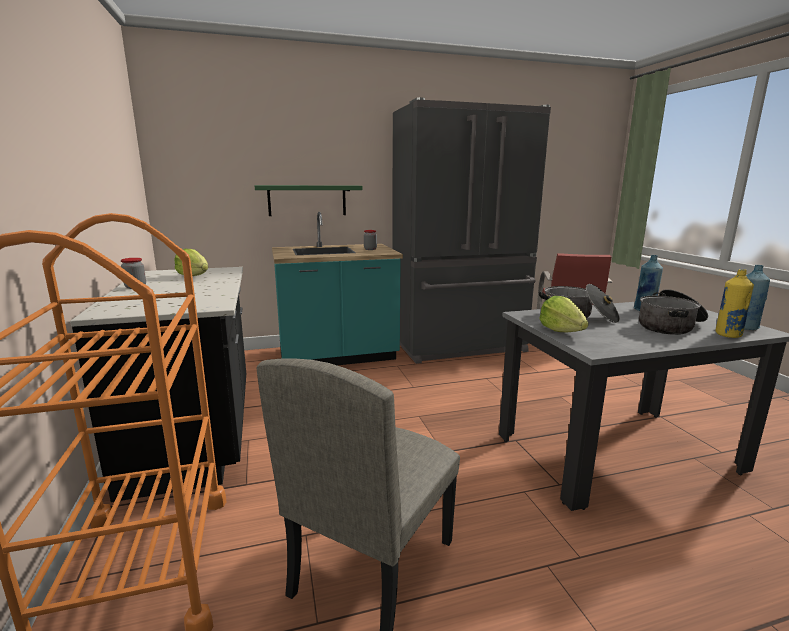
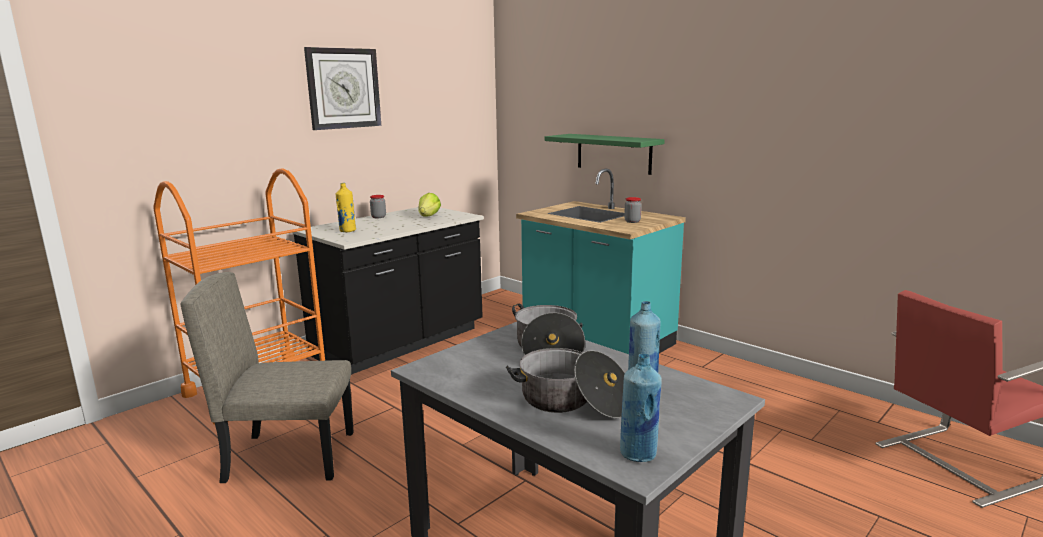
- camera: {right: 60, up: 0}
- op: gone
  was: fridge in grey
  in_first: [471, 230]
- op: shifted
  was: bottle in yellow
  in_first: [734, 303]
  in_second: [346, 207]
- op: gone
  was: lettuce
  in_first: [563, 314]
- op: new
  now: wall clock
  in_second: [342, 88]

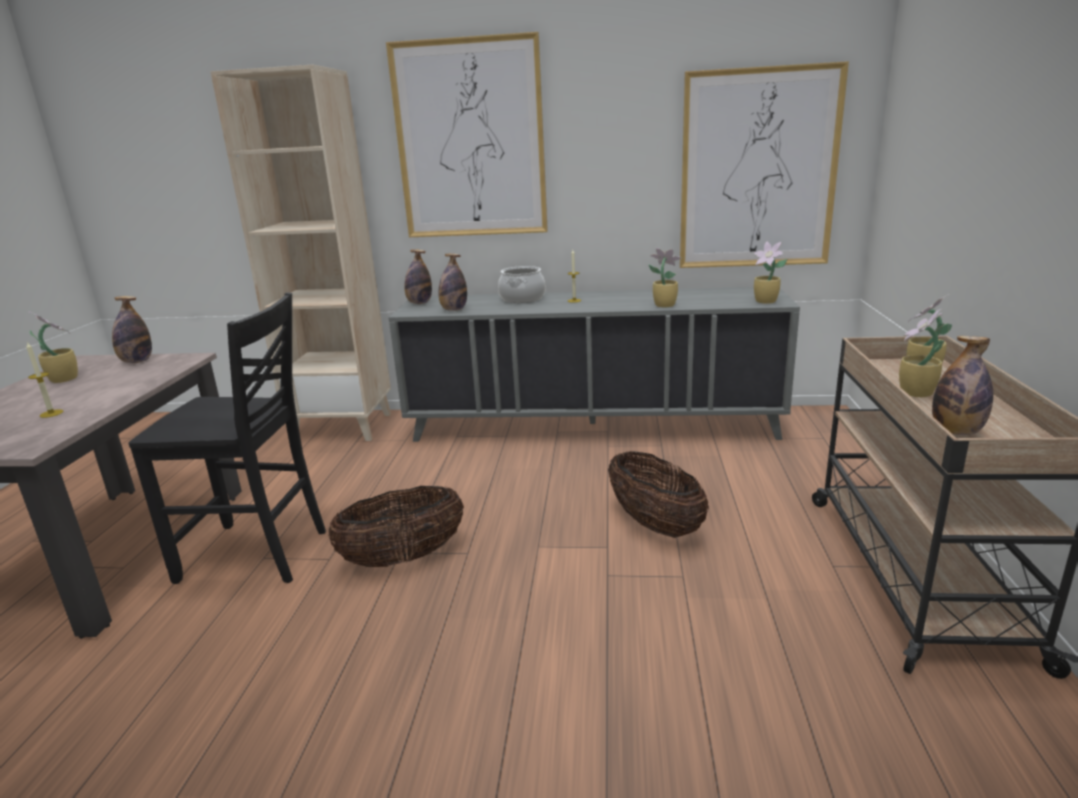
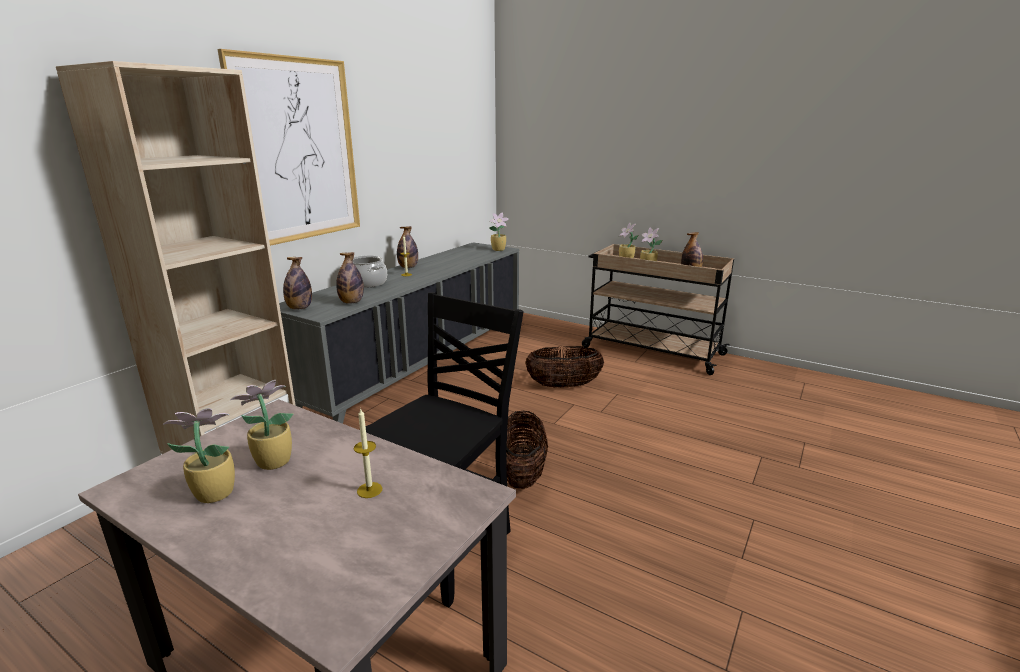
- camera: {right: -65, up: 0}
- op: gone
  was: picture
  in_first: [764, 164]
- op: shifted
  was: potted plant
  in_first: [665, 277]
  in_second: [261, 425]
- op: shifted
  was: bottle
  in_first: [132, 329]
  in_second: [407, 247]

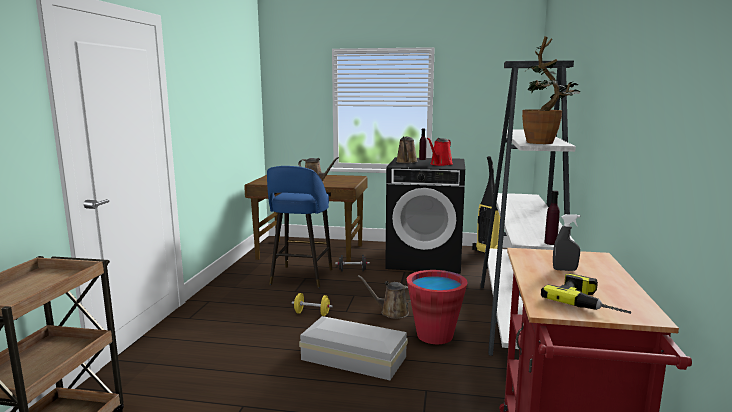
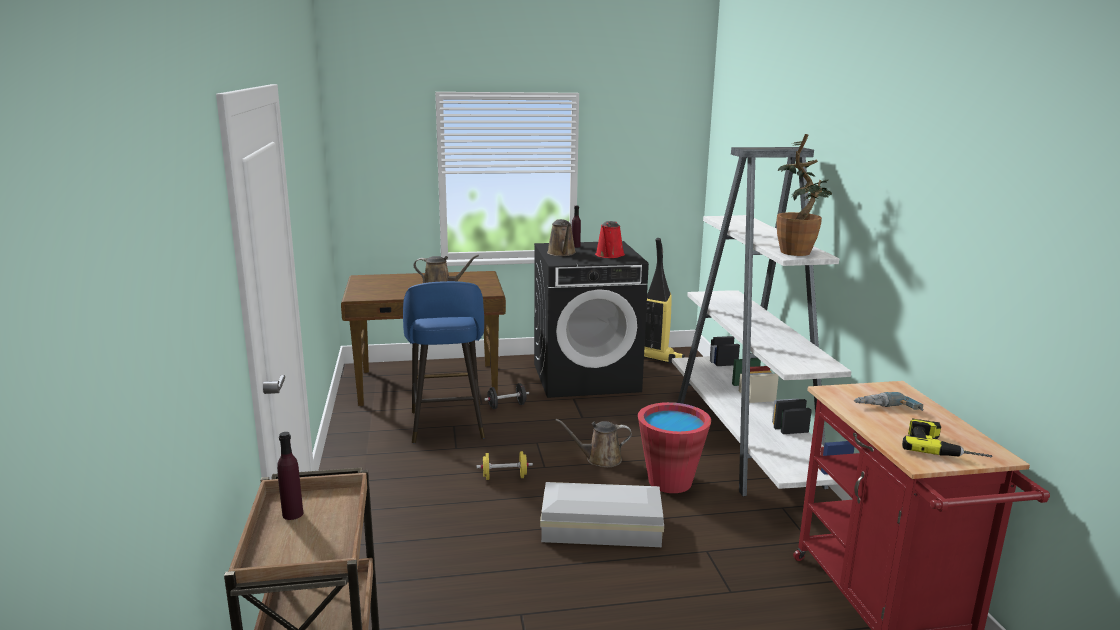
- camera: {right: -20, up: 5}
- op: shifted
  was: bottle in purple
  in_first: [552, 217]
  in_second: [290, 476]
- op: swapped
  was: spray bottle in grey
  now: power drill
  in_first: [566, 242]
  in_second: [888, 401]

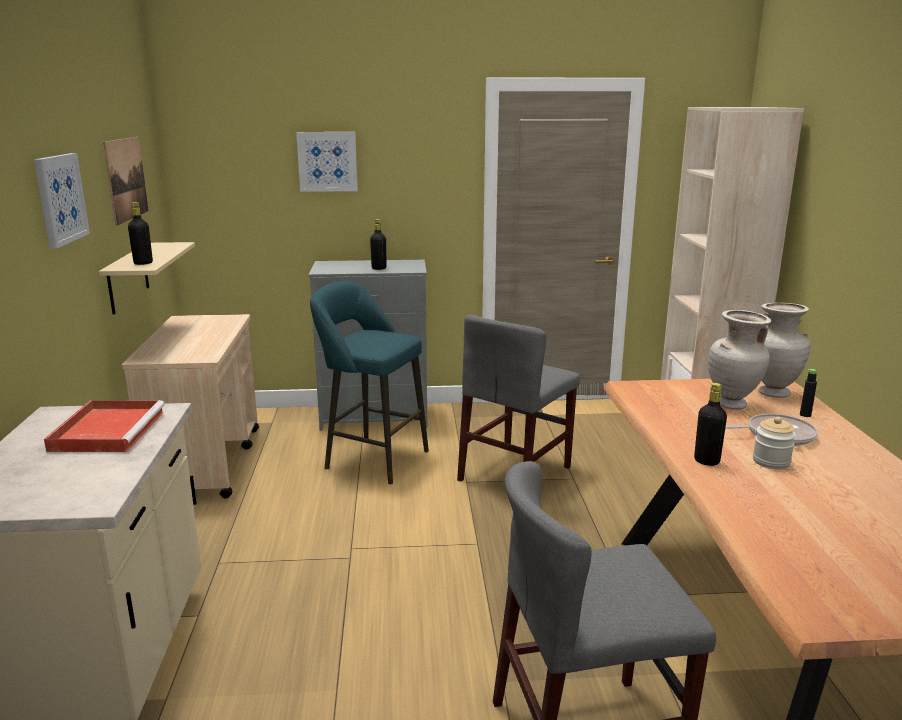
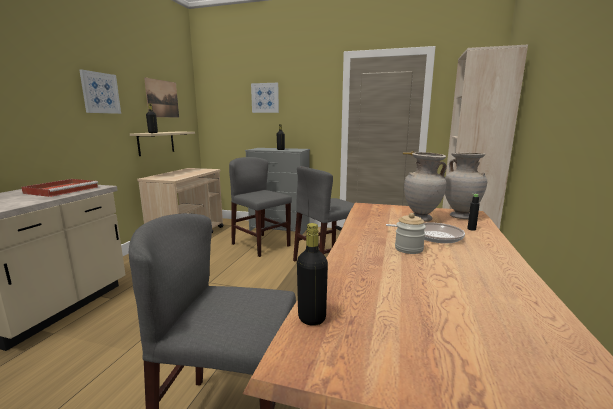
- camera: {right: 20, up: -5}
- op: swapped
  was: stool in turquoise
  now: chair in grey
  in_first: [369, 382]
  in_second: [260, 207]
- op: shifted
  was: bottle in black
  in_first: [710, 424]
  in_second: [312, 274]

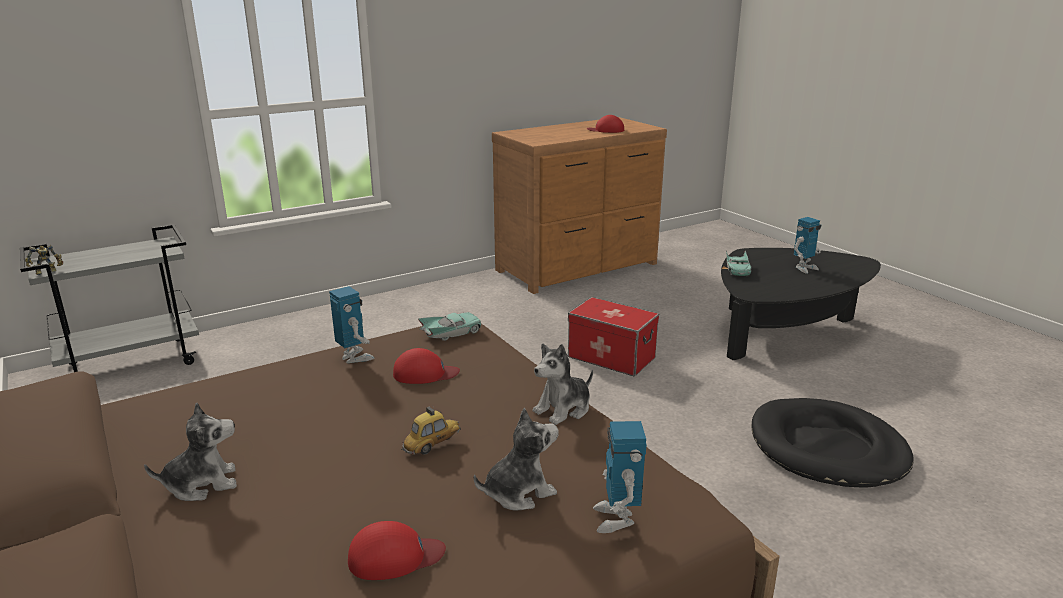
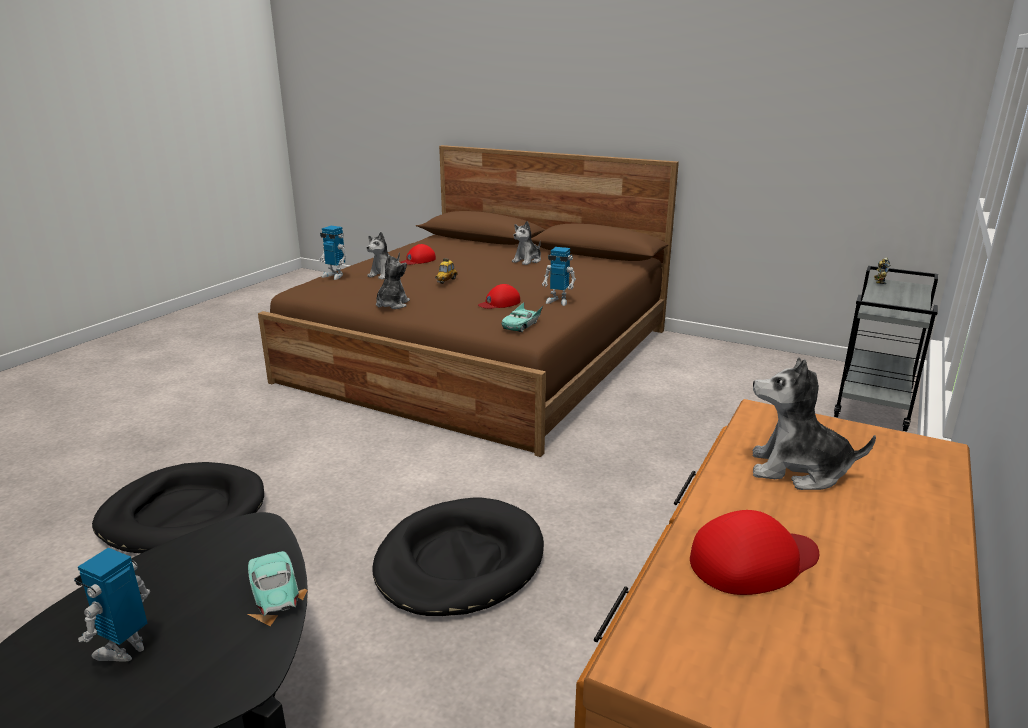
- camera: {right: 150, up: 0}
- op: swapped
  was: storage box
  now: dog bed in black
  in_first: [613, 336]
  in_second: [458, 556]
- op: rotated
  was: toy robot
  in_first: [620, 477]
  in_second: [333, 253]
  clockwise: 150
- op: new
  now: plush toy
  in_second: [814, 423]

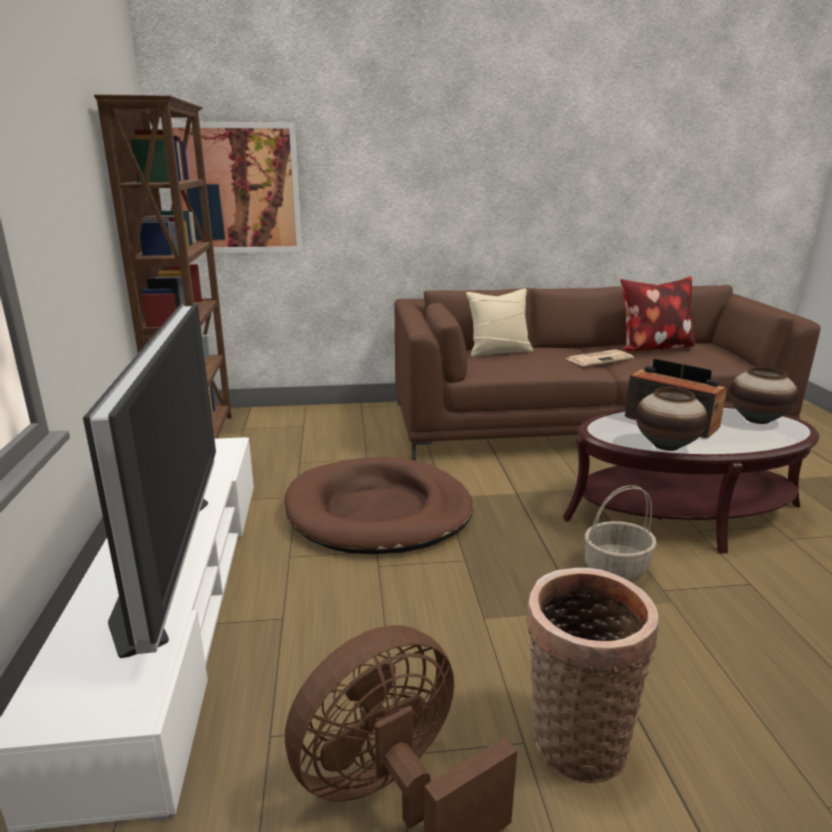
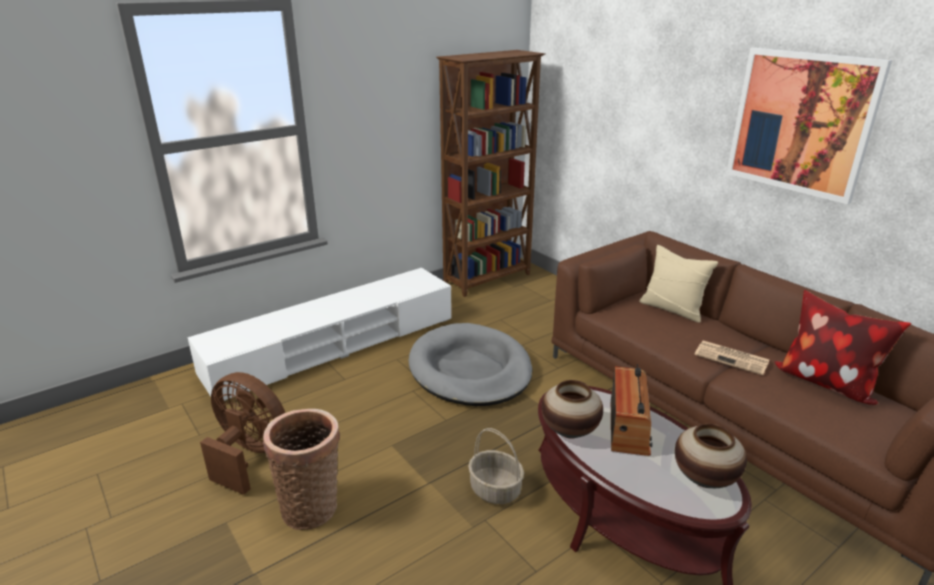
- camera: {right: 60, up: 5}
- op: shifted
  was: picture
  in_first: [237, 187]
  in_second: [809, 126]
- op: gone
  was: television
  in_first: [149, 480]
- op: repainted
  was: dog bed in brown
  now: dog bed in grey
  in_first: [378, 505]
  in_second: [471, 364]

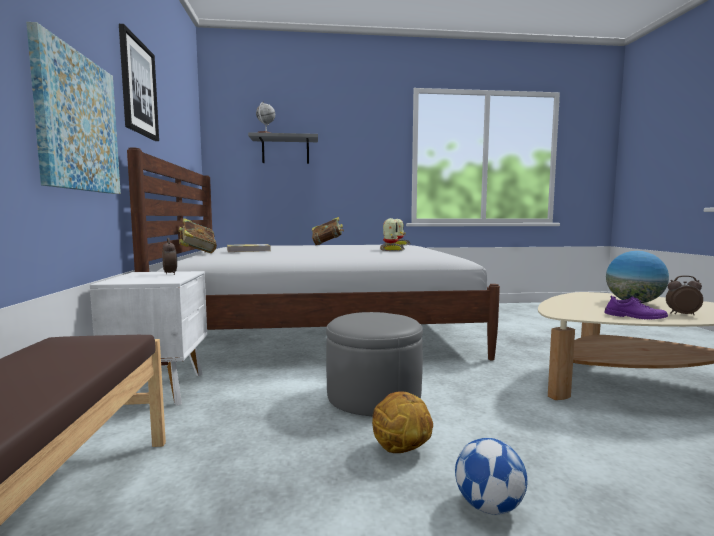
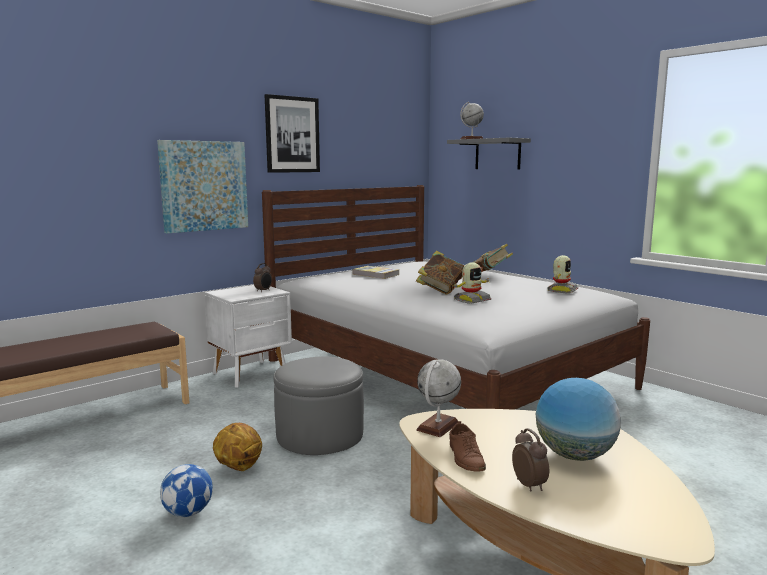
- camera: {right: 55, up: 5}
- op: shifted
  was: book
  in_first: [198, 235]
  in_second: [440, 273]
- op: repainted
  was: shoe in purple
  now: shoe in brown
  in_first: [636, 308]
  in_second: [467, 446]
- op: new
  now: globe
  in_second: [438, 398]

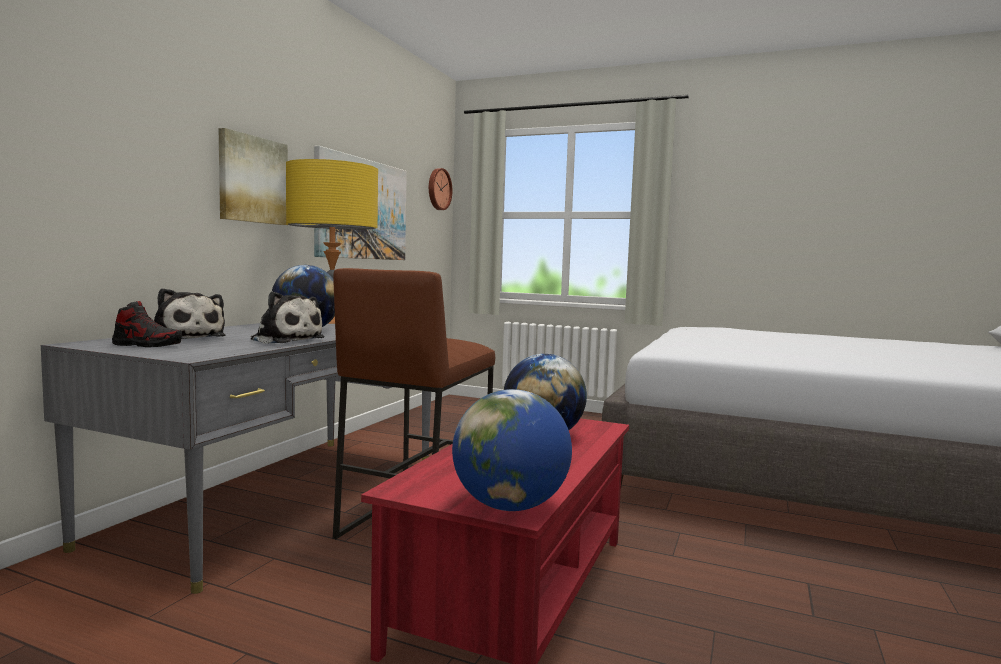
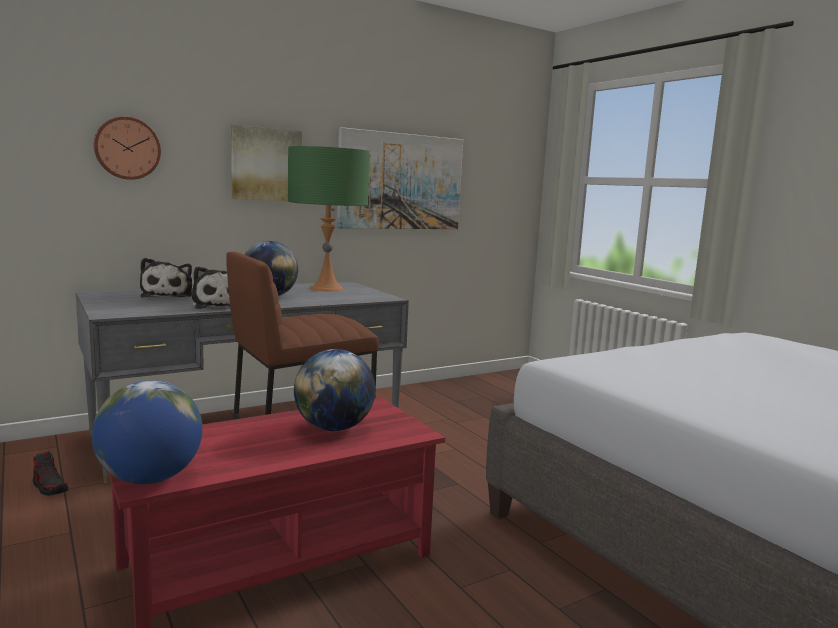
- camera: {right: 35, up: 5}
- op: repainted
  was: table lamp in yellow
  now: table lamp in green
  in_first: [332, 241]
  in_second: [329, 219]
- op: shifted
  was: wall clock
  in_first: [440, 189]
  in_second: [127, 148]
- op: shifted
  was: shoe
  in_first: [147, 324]
  in_second: [50, 473]

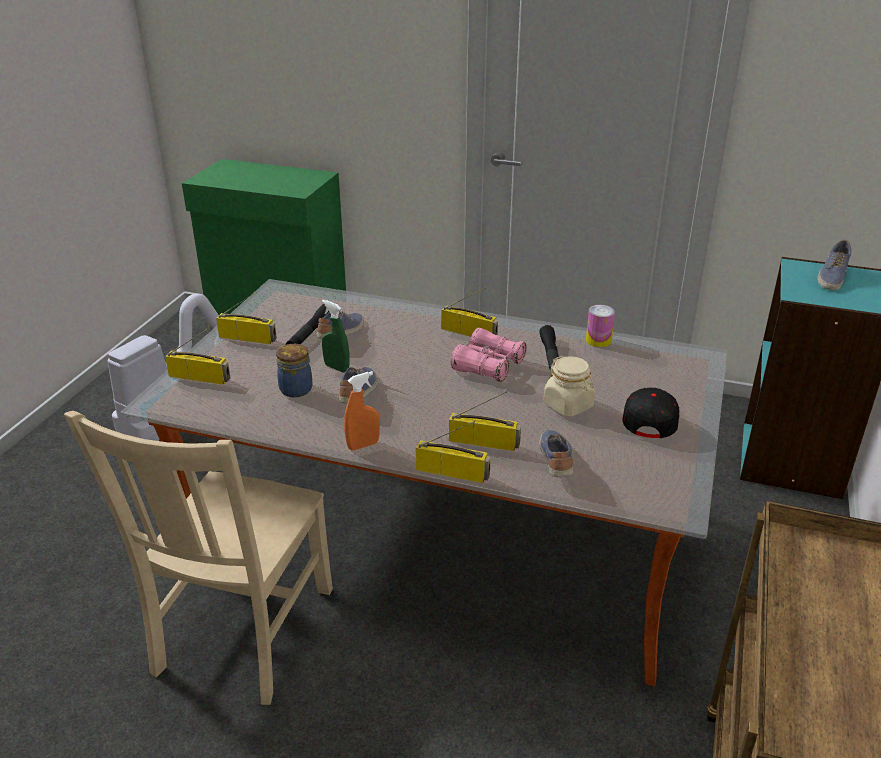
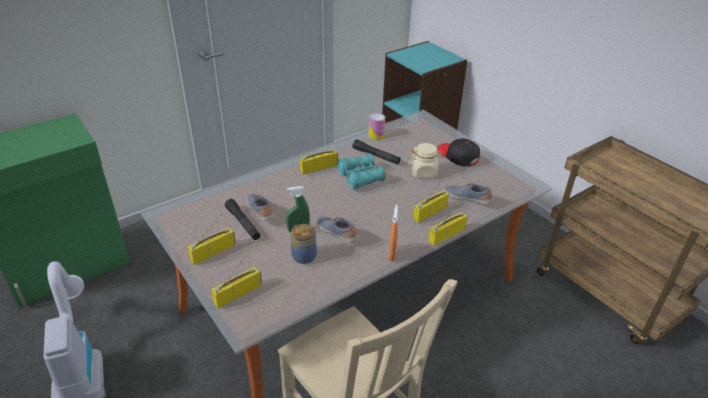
- camera: {right: -55, up: 5}
- op: gone
  was: shoe
  in_first: [834, 265]
- op: repainted
  was: binoculars in pink
  now: binoculars in turquoise
  in_first: [488, 355]
  in_second: [361, 171]

